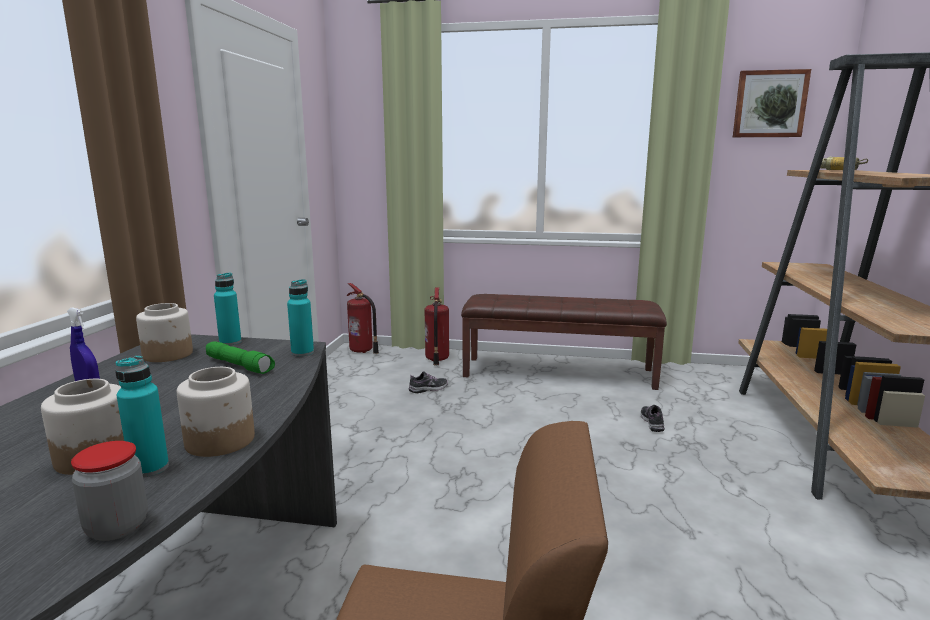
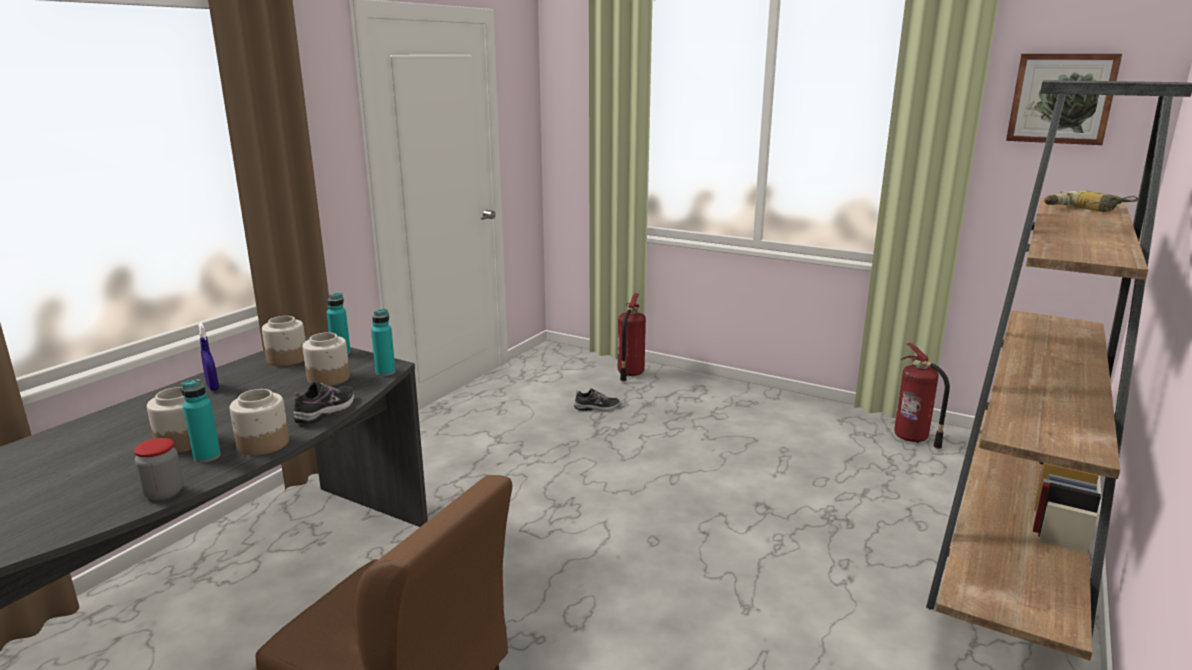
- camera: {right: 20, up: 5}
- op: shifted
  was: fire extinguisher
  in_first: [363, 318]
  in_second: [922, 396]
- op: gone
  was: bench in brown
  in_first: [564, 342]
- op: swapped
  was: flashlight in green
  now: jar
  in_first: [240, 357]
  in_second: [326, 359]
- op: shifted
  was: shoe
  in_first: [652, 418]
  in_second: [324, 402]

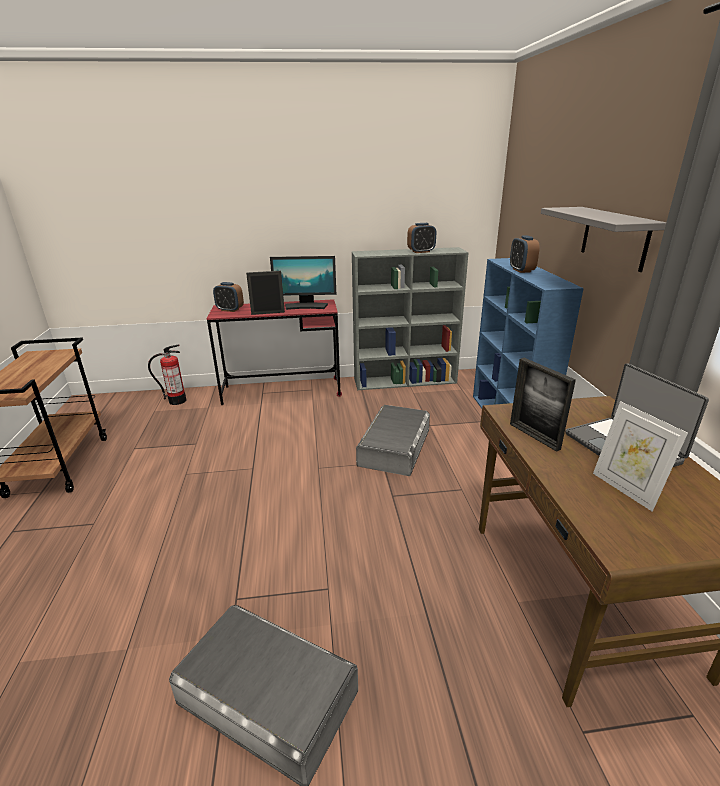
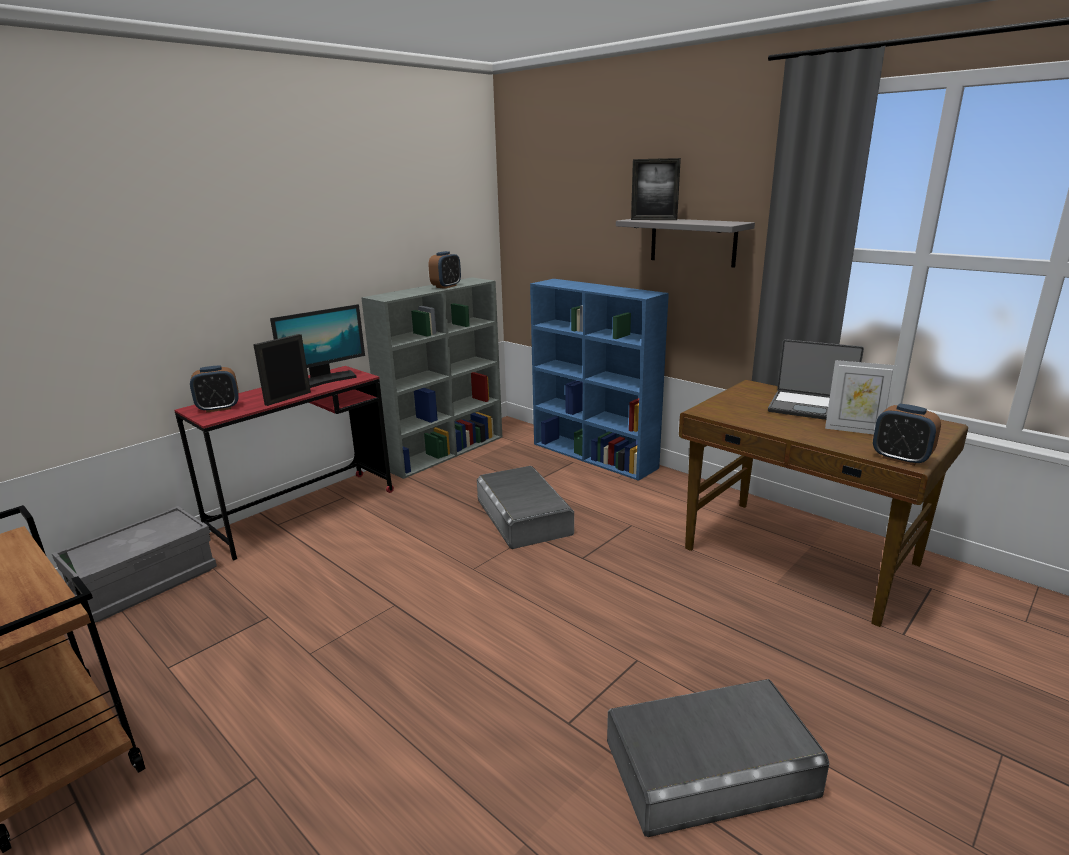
- camera: {right: -40, up: -5}
- op: shifted
  was: alarm clock
  in_first: [525, 254]
  in_second: [907, 435]
- op: swapped
  was: fire extinguisher
  now: storage box in grey
  in_first: [167, 374]
  in_second: [134, 564]
- op: shifted
  was: picture frame
  in_first: [543, 405]
  in_second: [656, 189]

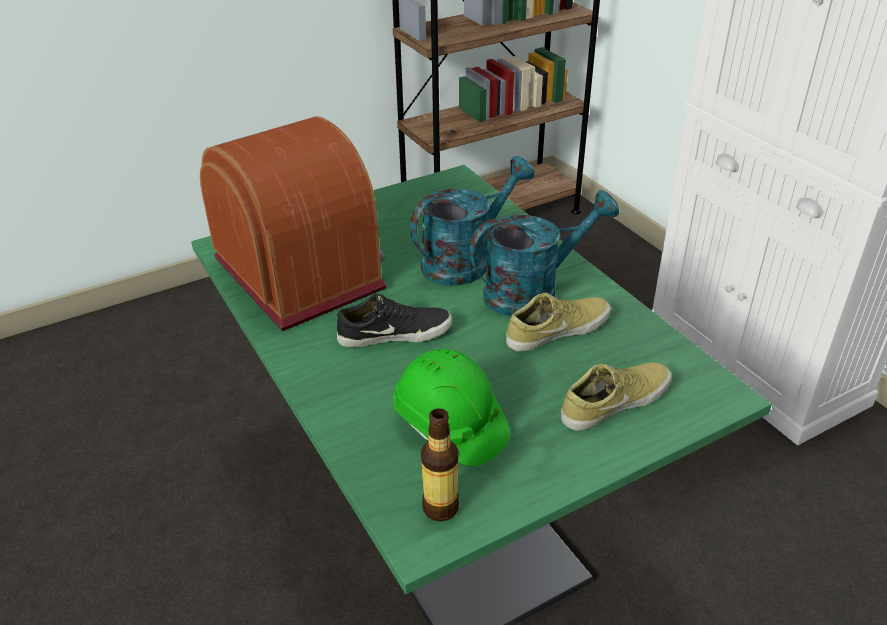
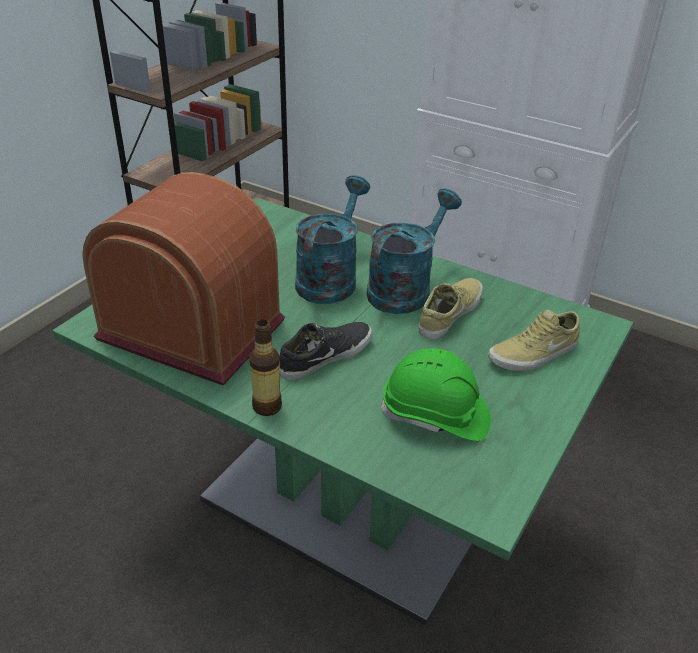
- camera: {right: -30, up: 0}
- op: rotated
  was: shoe in beige
  in_first: [616, 397]
  in_second: [534, 340]
  clockwise: -150
- op: shifted
  was: bottle
  in_first: [440, 465]
  in_second: [265, 368]

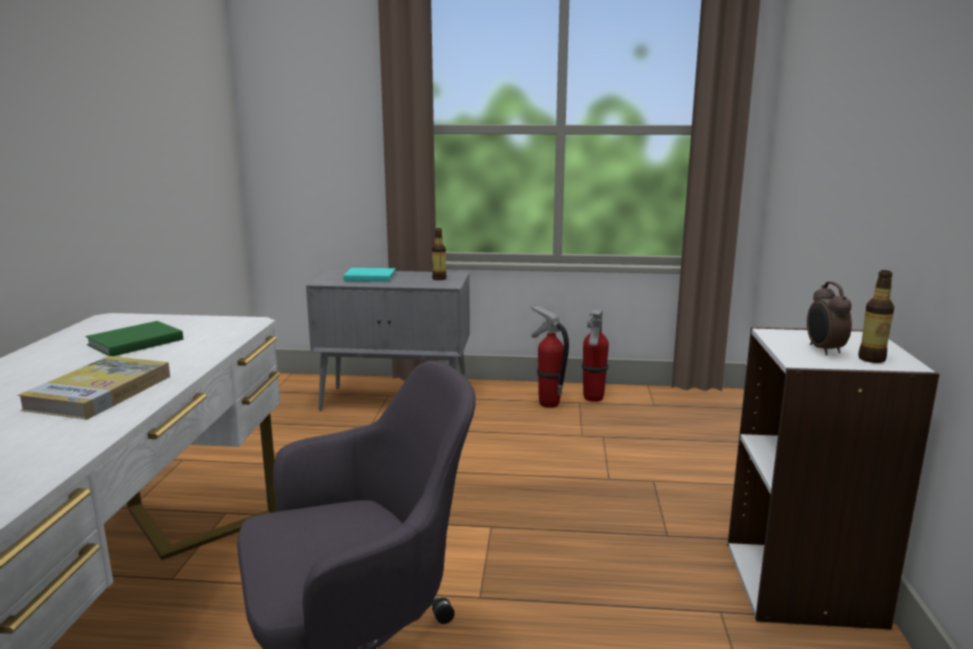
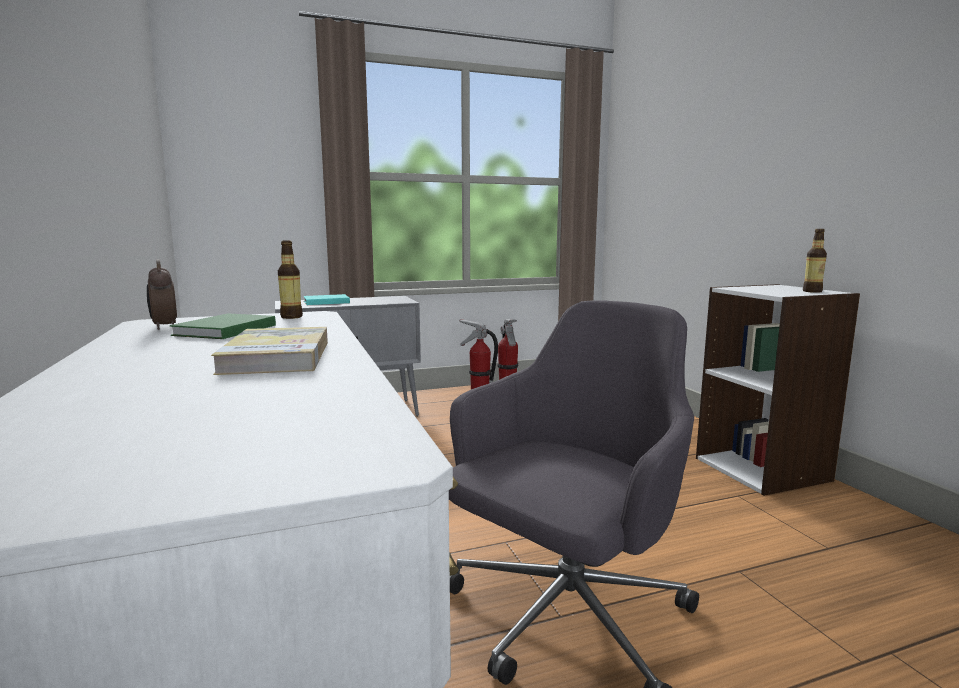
- camera: {right: -25, up: -5}
- op: shifted
  was: bottle
  in_first: [439, 254]
  in_second: [290, 280]
- op: shifted
  was: alarm clock
  in_first: [829, 318]
  in_second: [162, 294]

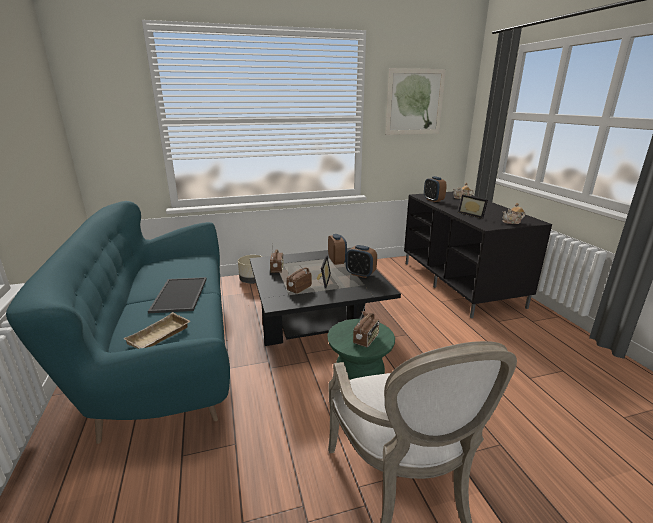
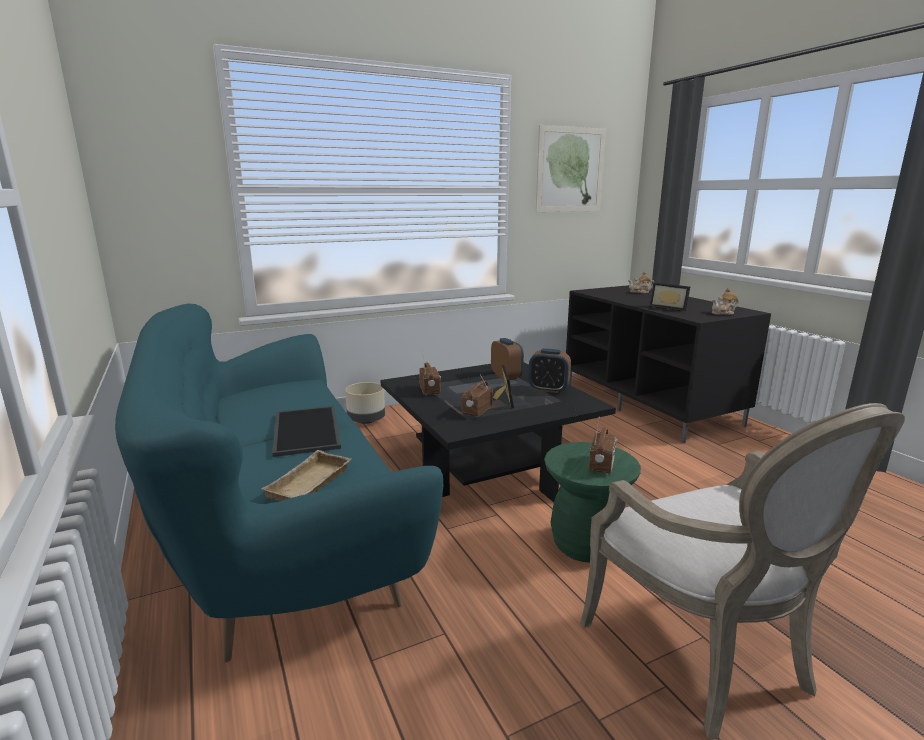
- camera: {right: -10, up: -5}
- op: gone
  was: alarm clock
  in_first: [435, 189]

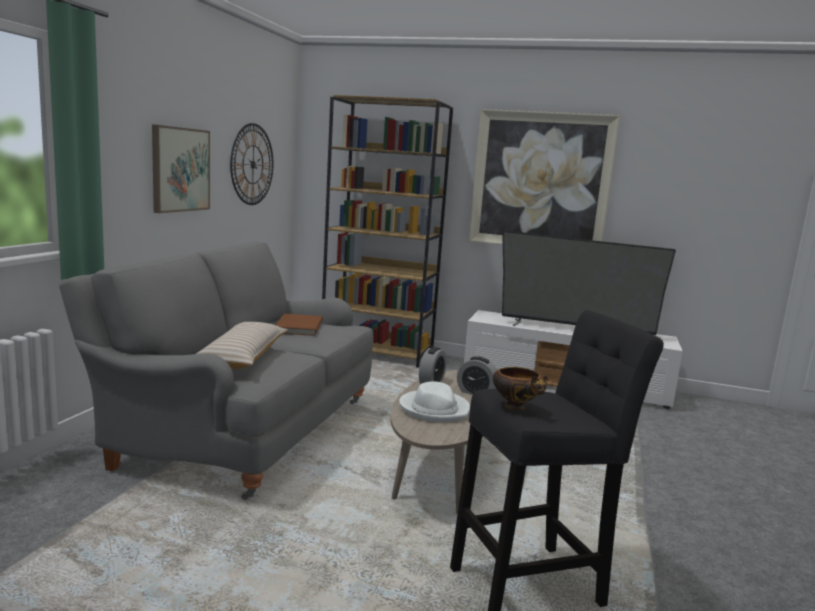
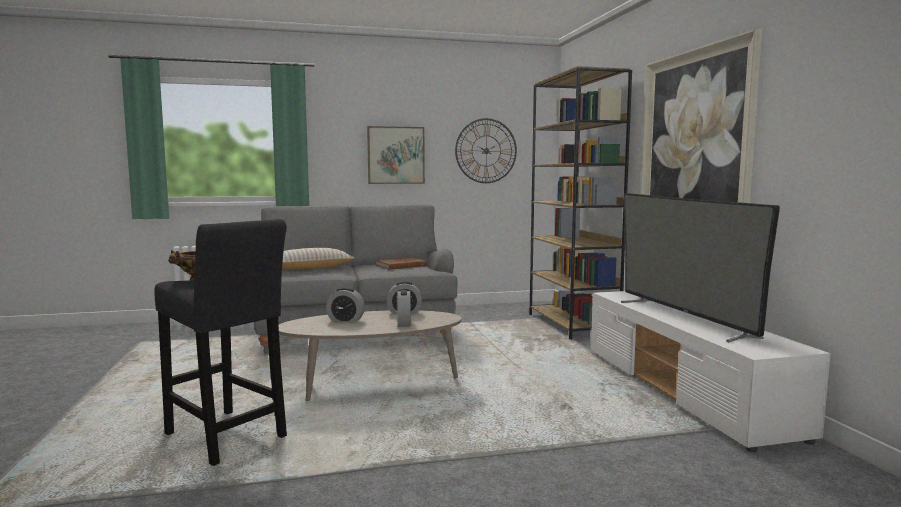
- camera: {right: 60, up: -5}
- op: swapped
  was: hat in white
  now: alarm clock
  in_first: [434, 401]
  in_second: [345, 305]

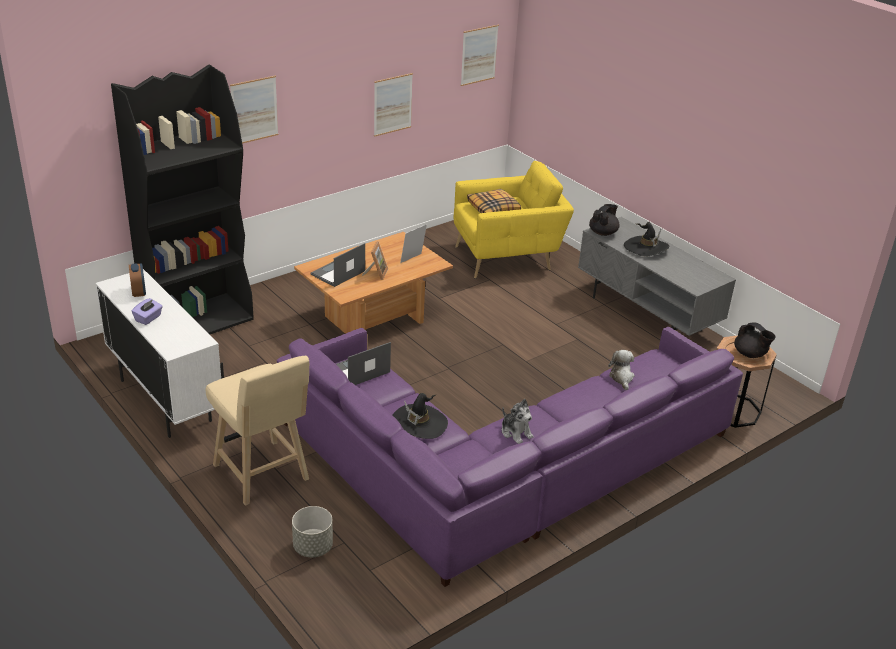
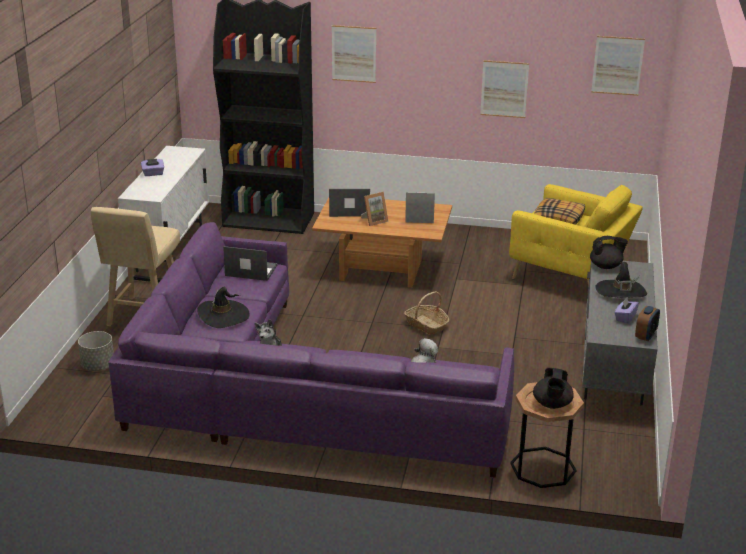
- camera: {right: 50, up: -5}
- op: shifted
  was: alarm clock
  in_first: [137, 280]
  in_second: [647, 323]
- op: new
  now: basket
  in_second: [426, 313]
- op: new
  now: tissue box in purple
  in_second: [627, 310]

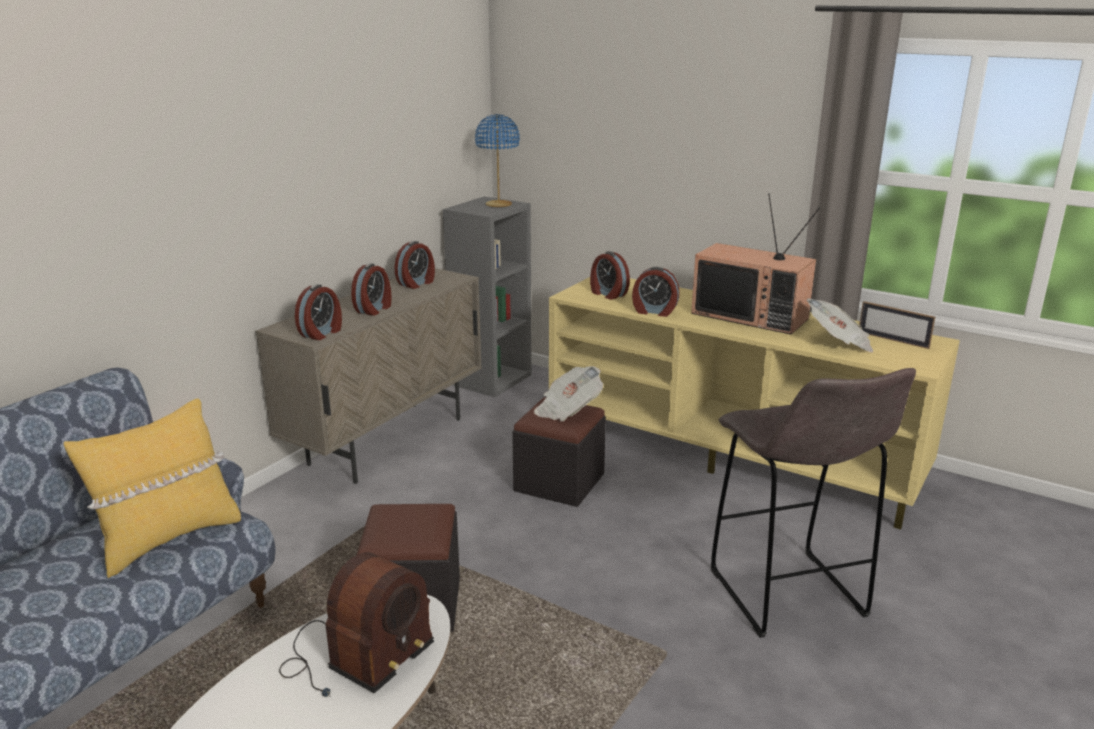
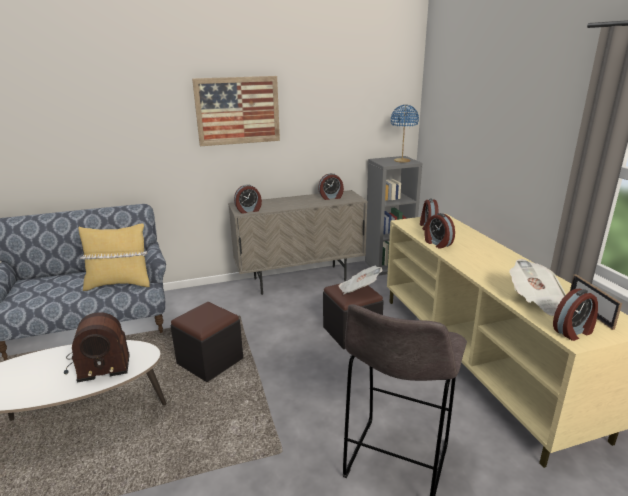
- camera: {right: 40, up: 0}
- op: gone
  was: television
  in_first: [755, 264]
- op: shifted
  was: alarm clock
  in_first: [371, 289]
  in_second: [575, 315]
- op: new
  now: picture
  in_second: [236, 111]

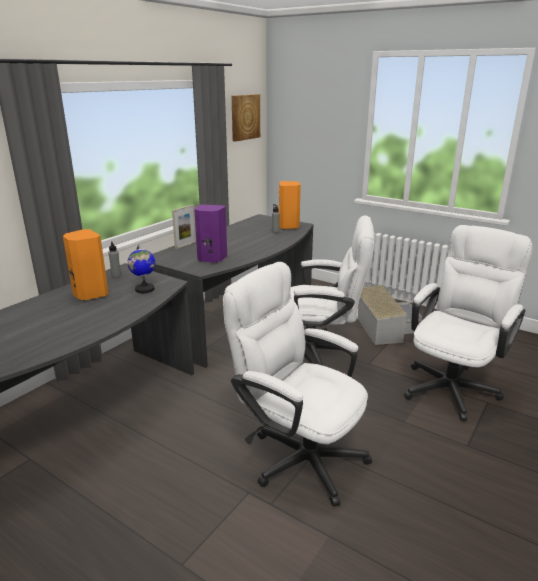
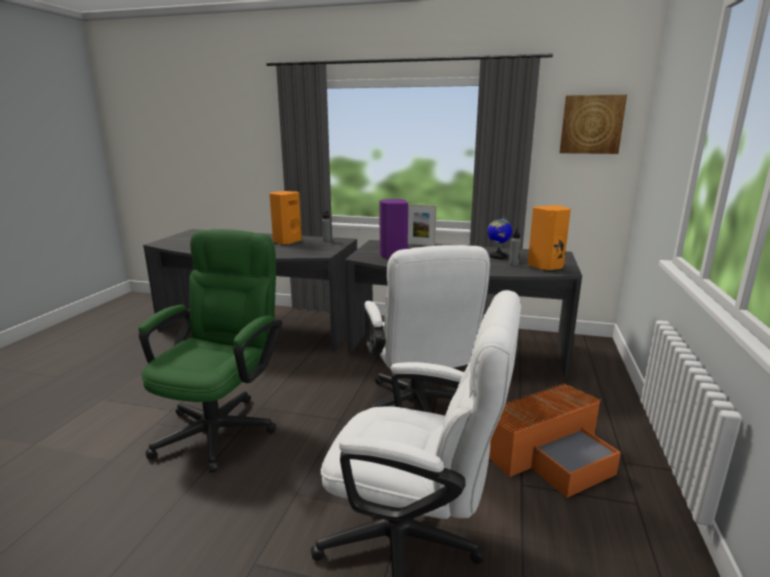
- camera: {right: 70, up: -5}
- op: shifted
  was: globe
  in_first: [141, 269]
  in_second: [499, 237]
- op: repainted
  was: office chair in white
  now: office chair in green
  in_first: [297, 384]
  in_second: [210, 351]
- op: repainted
  was: storage box in grey
  now: storage box in orange
  in_first: [390, 315]
  in_second: [555, 440]

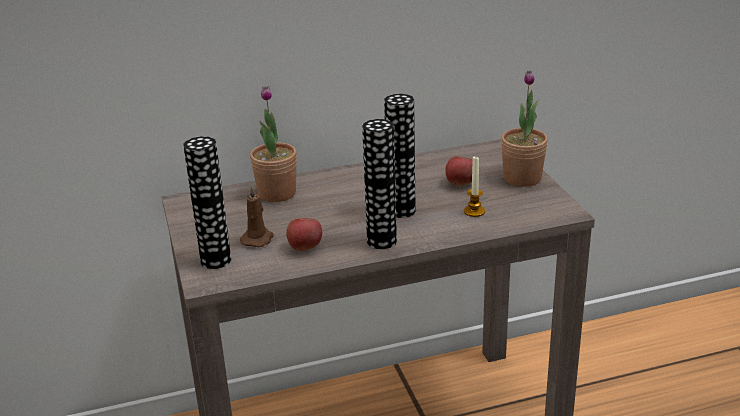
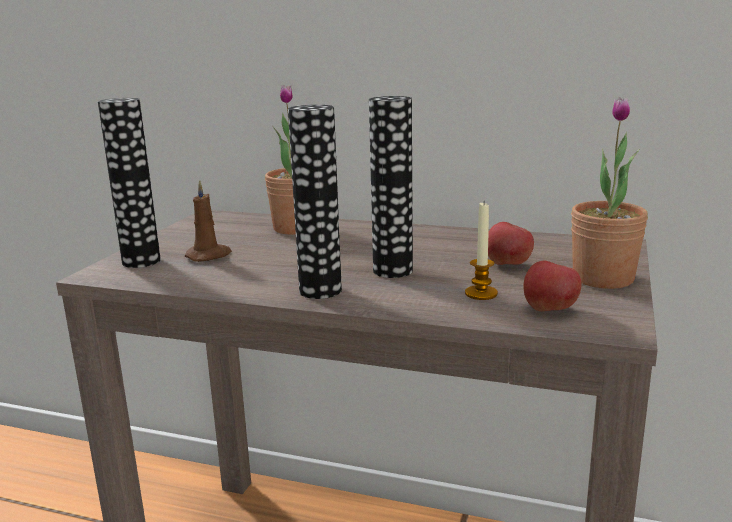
- camera: {right: 35, up: -10}
- op: shifted
  was: apple
  in_first: [304, 234]
  in_second: [552, 286]

